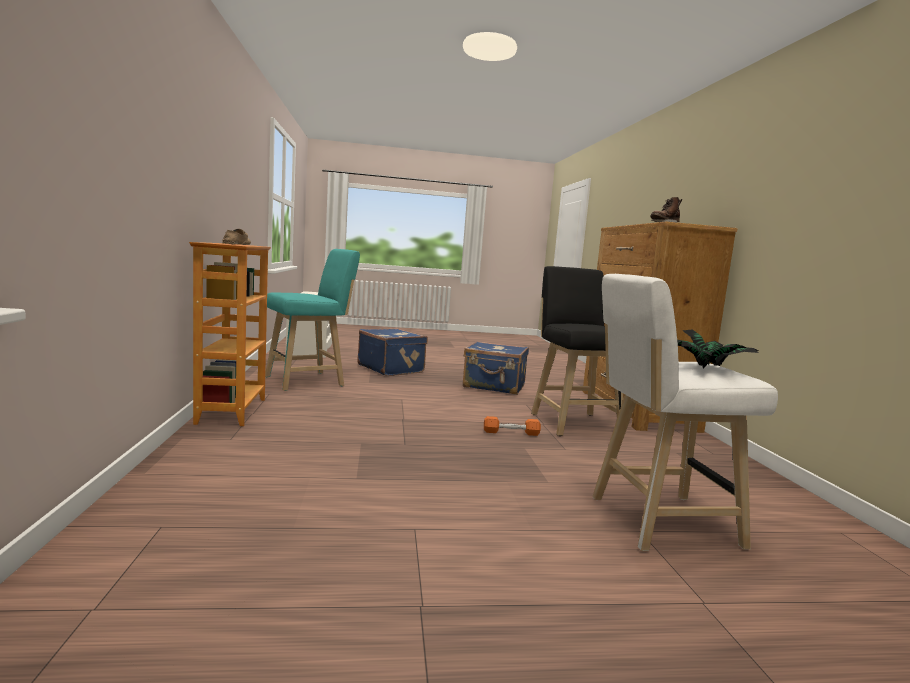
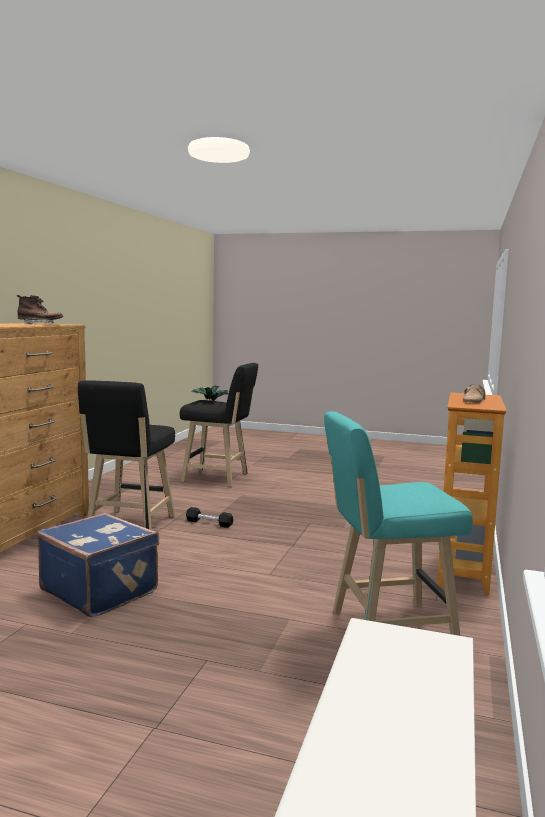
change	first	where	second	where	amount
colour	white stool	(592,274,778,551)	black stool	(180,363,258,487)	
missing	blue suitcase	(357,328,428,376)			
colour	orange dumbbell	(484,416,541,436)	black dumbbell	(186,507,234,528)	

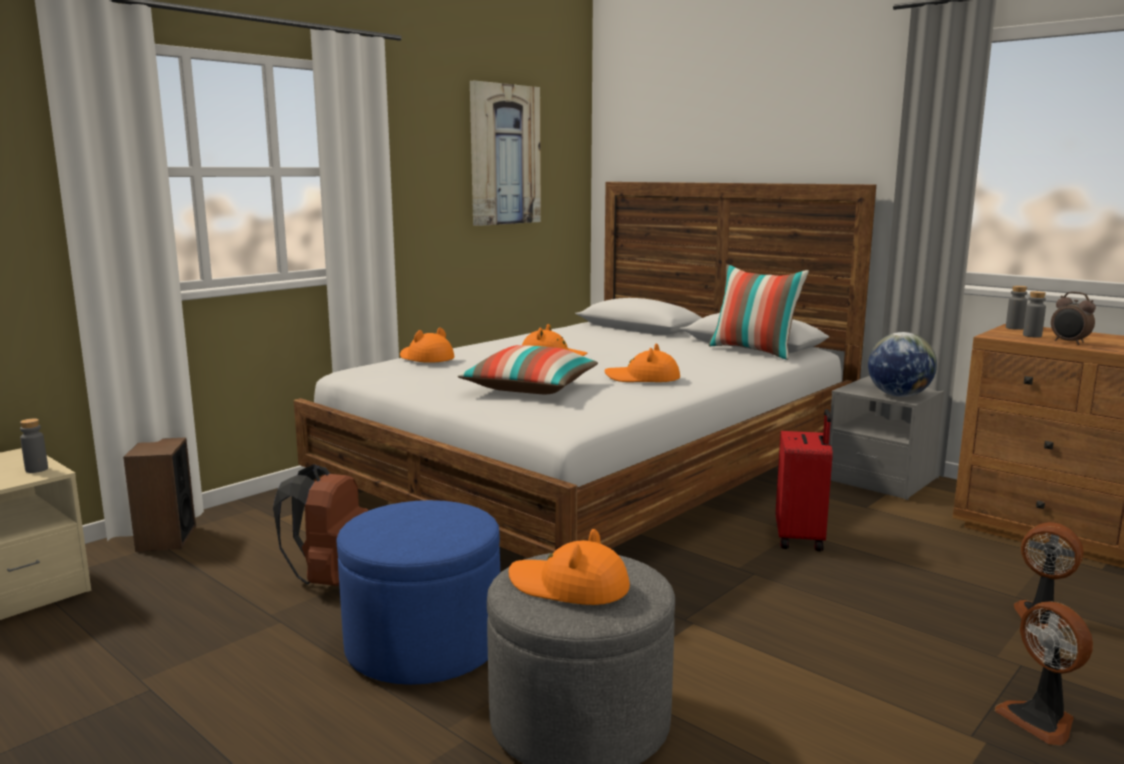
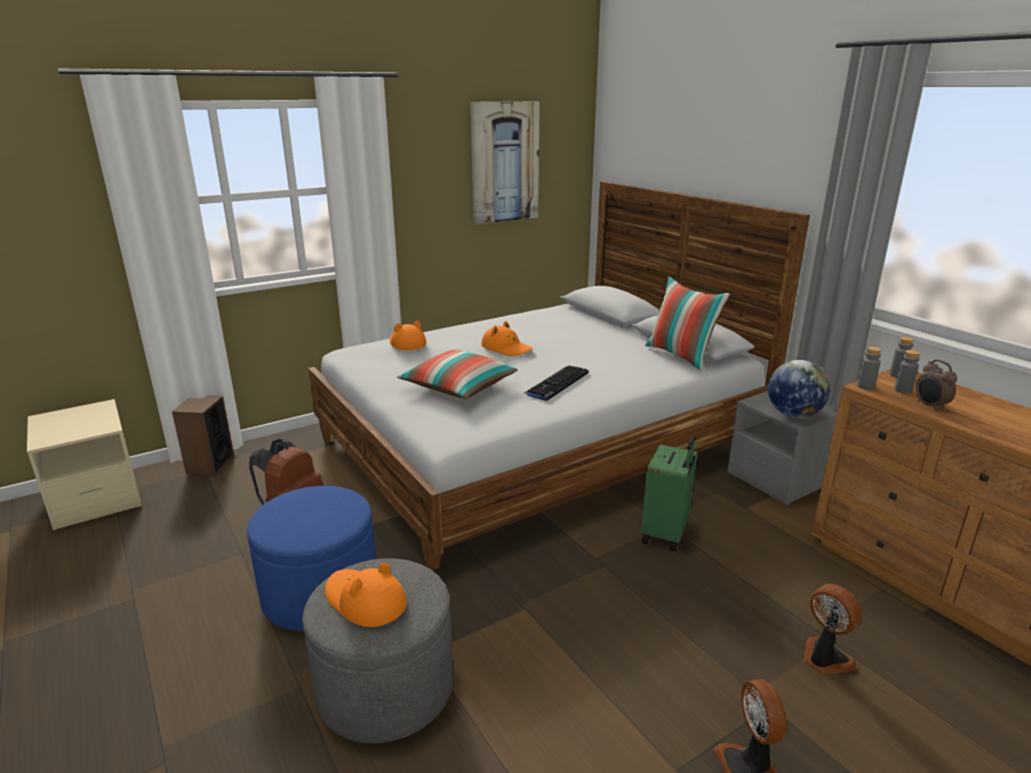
change	first	where	second	where	amount
exchanged	orange hat	(605,343,680,382)	keyboard	(524,365,589,401)	
colour	red suitcase	(776,409,833,551)	green suitcase	(641,435,697,551)	
relocated	grey bottle	(20,419,48,473)		(857,346,882,390)	

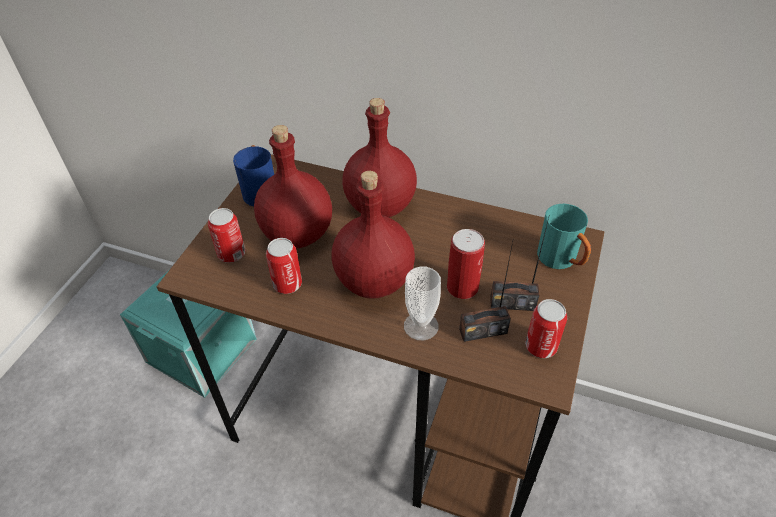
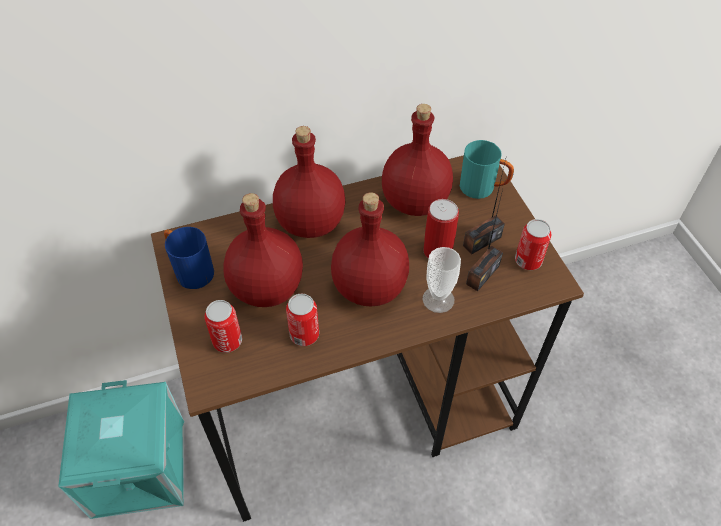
change	first	where	second	where	amount
appeared			red bottle	(382,104,453,216)	

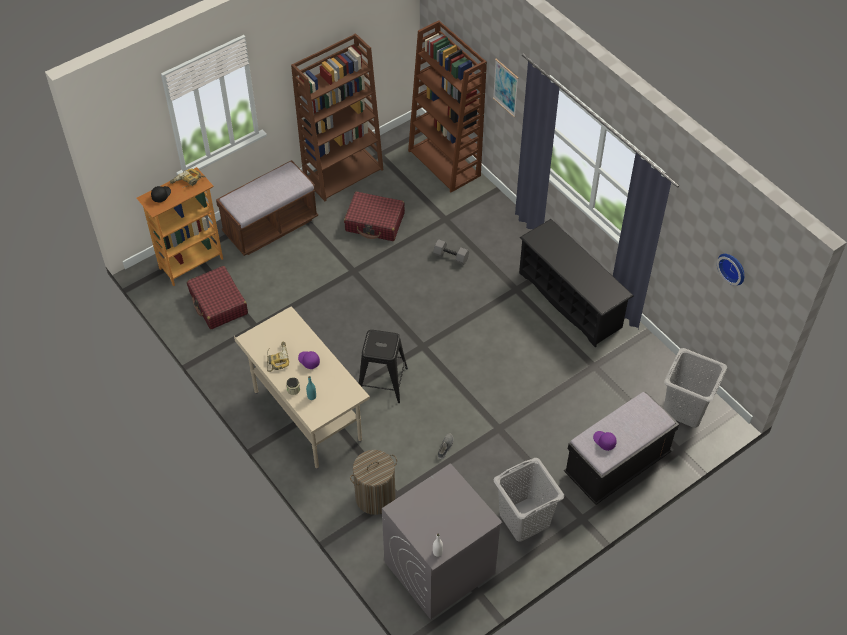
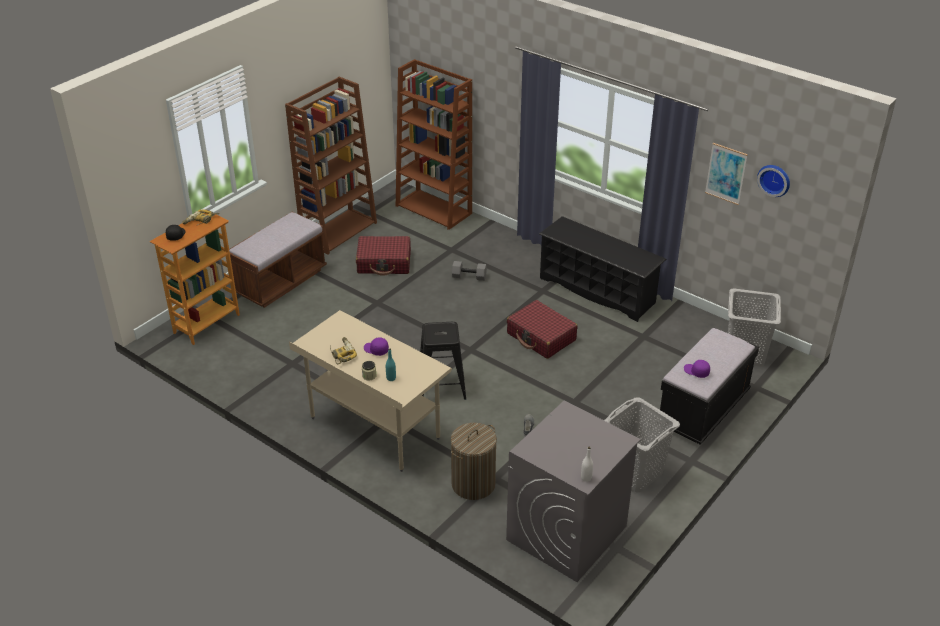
change	first	where	second	where	amount
relocated	picture	(493,59,518,118)		(705,143,748,205)	
relocated	red suitcase	(187,266,248,329)		(507,300,578,359)	

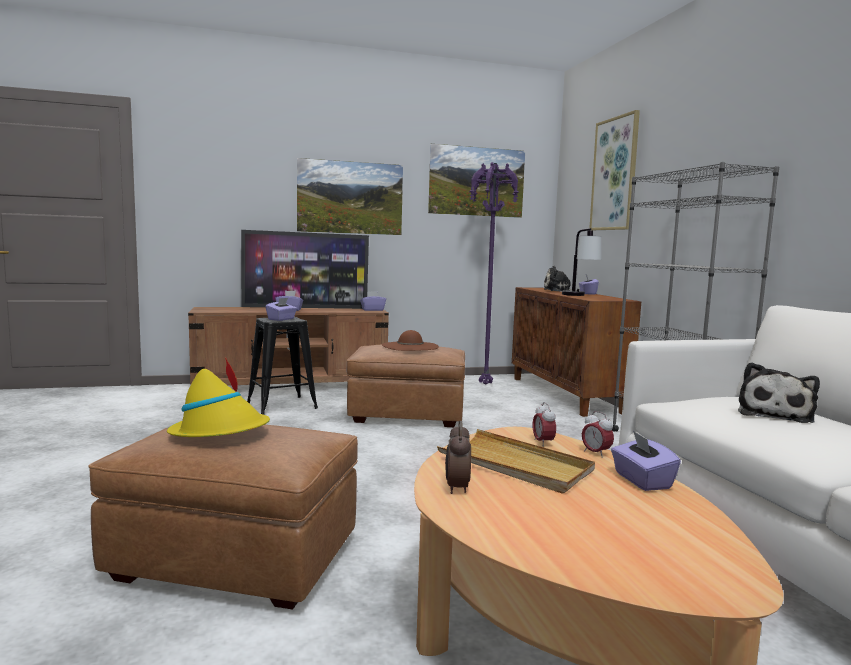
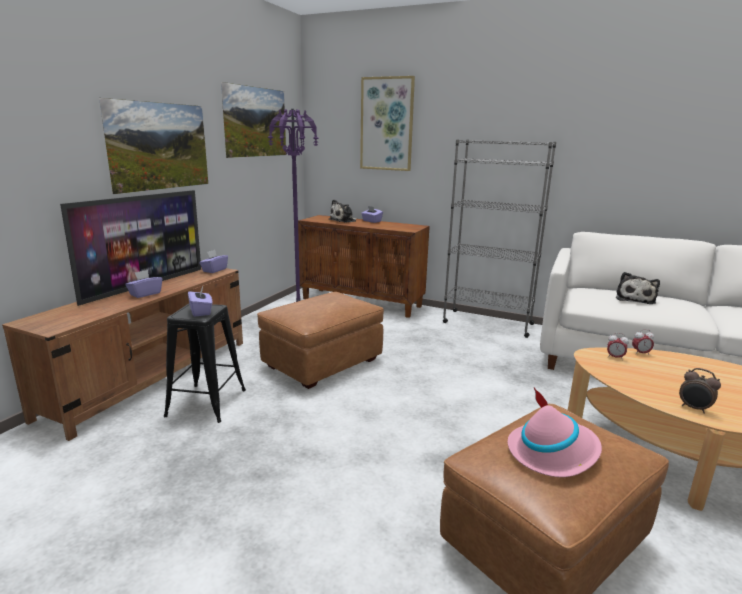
change	first	where	second	where	amount
missing	table lamp	(562,228,601,296)			
missing	brown hat	(382,330,439,351)			
colour	yellow hat	(167,357,270,437)	pink hat	(508,388,602,477)	
spun	plush toy	(738,362,820,423)		(616,272,660,304)	45 degrees clockwise
missing	beige tray	(437,429,595,493)			
missing	purple tissue box	(611,431,681,491)			

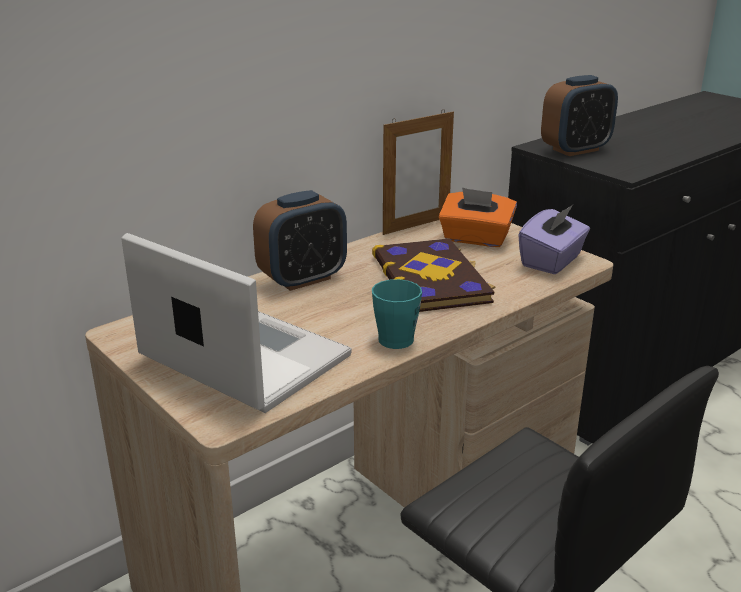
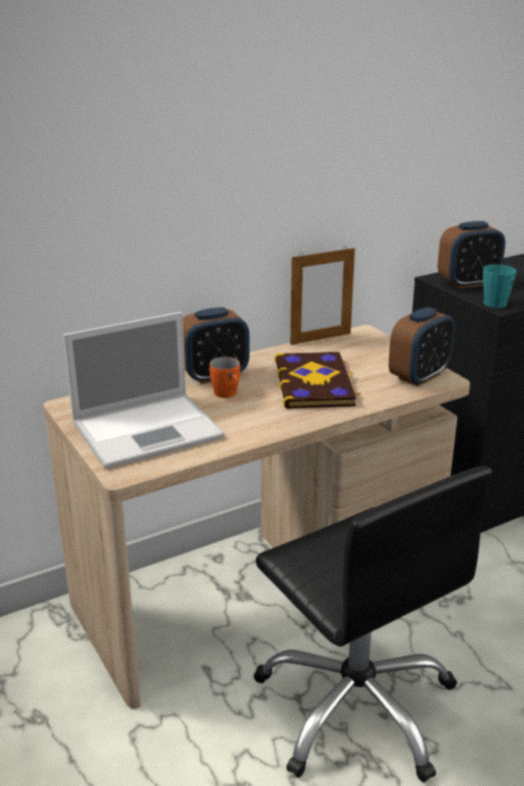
change	first	where	second	where	amount
missing	orange tissue box	(439,187,517,247)			
exchanged	purple tissue box	(518,205,590,274)	alarm clock	(389,307,455,386)	
spun	laptop	(121,233,352,413)		(63,312,224,469)	105 degrees clockwise
relocated	turquoise mug	(372,279,422,349)		(483,264,516,308)	
appeared			orange mug	(209,357,240,398)	

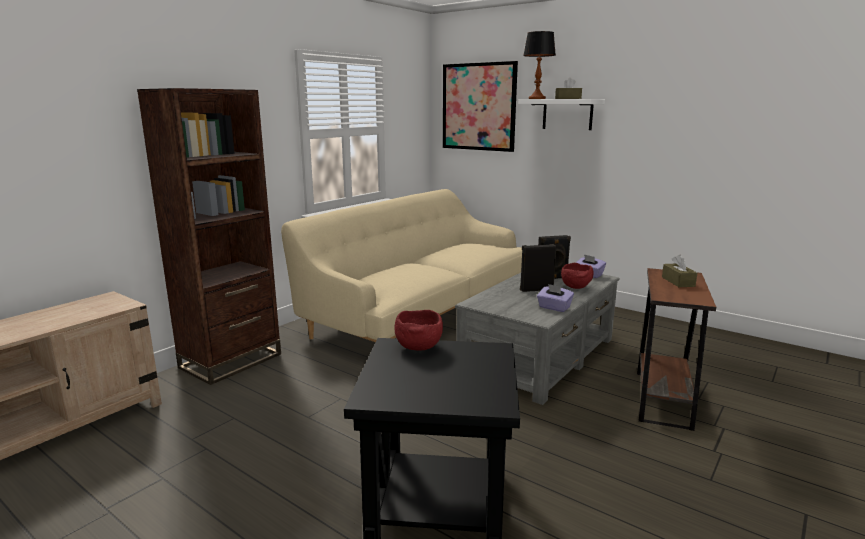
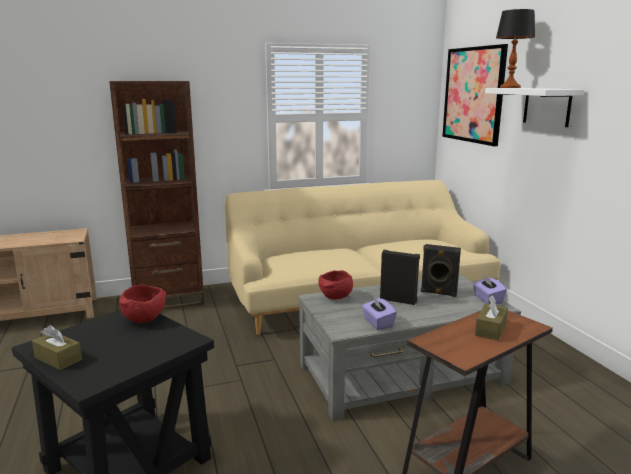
change	first	where	second	where	amount
relocated	brown tissue box	(555,78,582,99)		(32,325,82,370)	
relocated	red bowl	(561,263,594,289)		(318,270,353,300)	

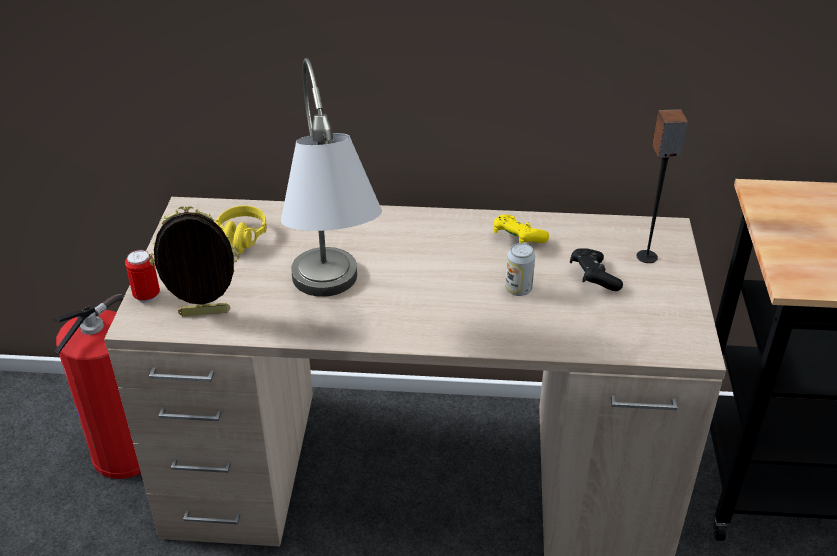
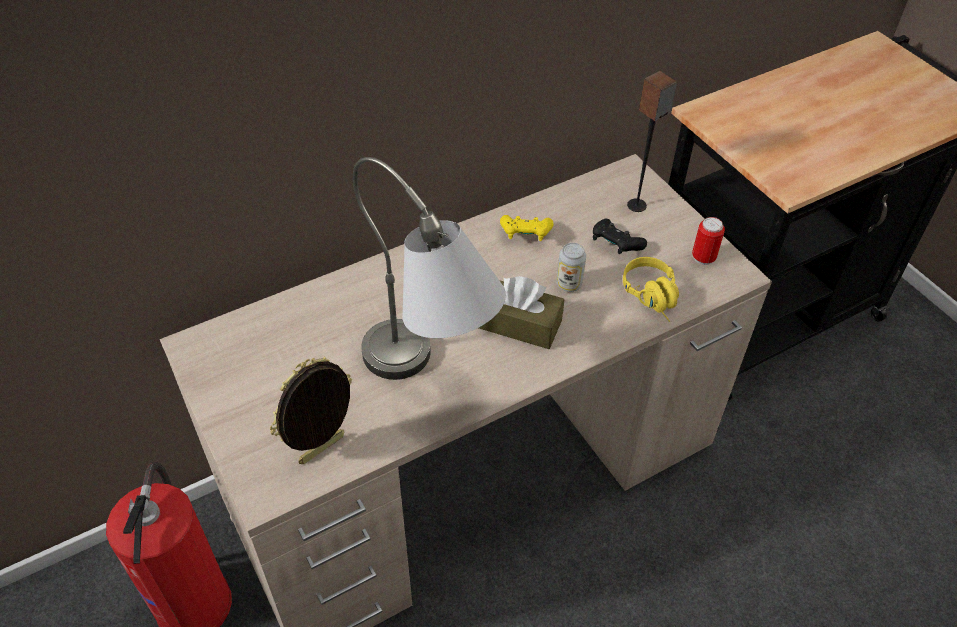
change	first	where	second	where	amount
relocated	yellow headphones	(215,206,267,254)		(623,257,679,322)	
relocated	can	(125,250,160,303)		(692,217,725,265)	
appeared			brown tissue box	(479,276,564,349)	

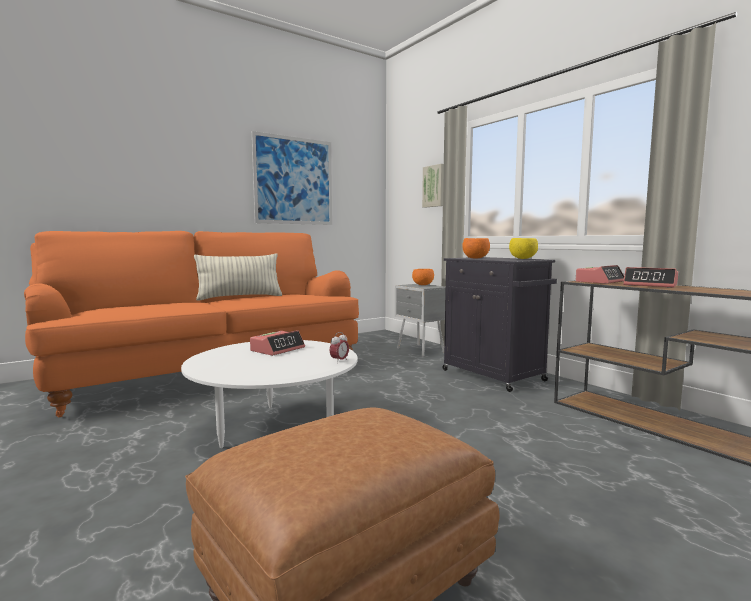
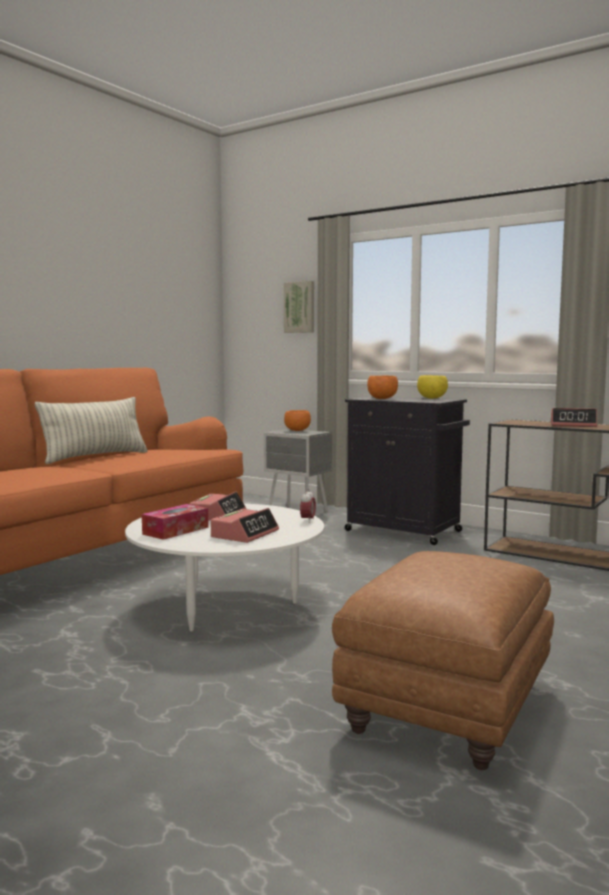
change	first	where	second	where	amount
missing	picture	(252,131,332,225)			
relocated	alarm clock	(576,265,624,284)		(211,508,279,543)	
appeared			tissue box	(142,504,209,540)	

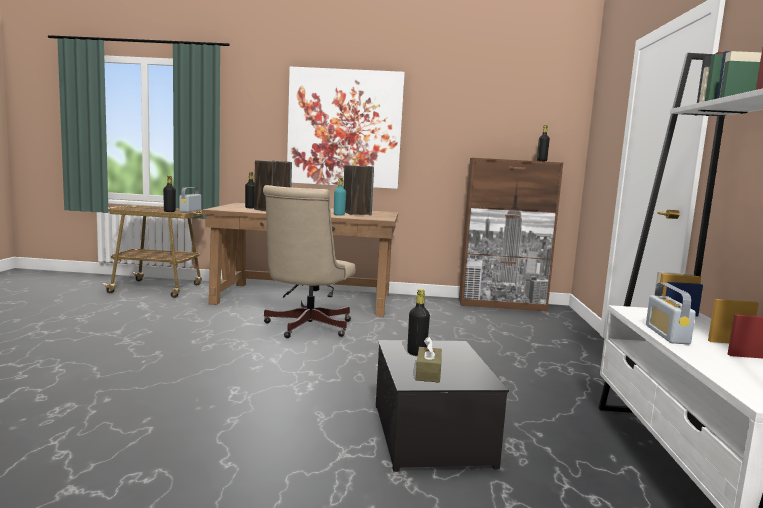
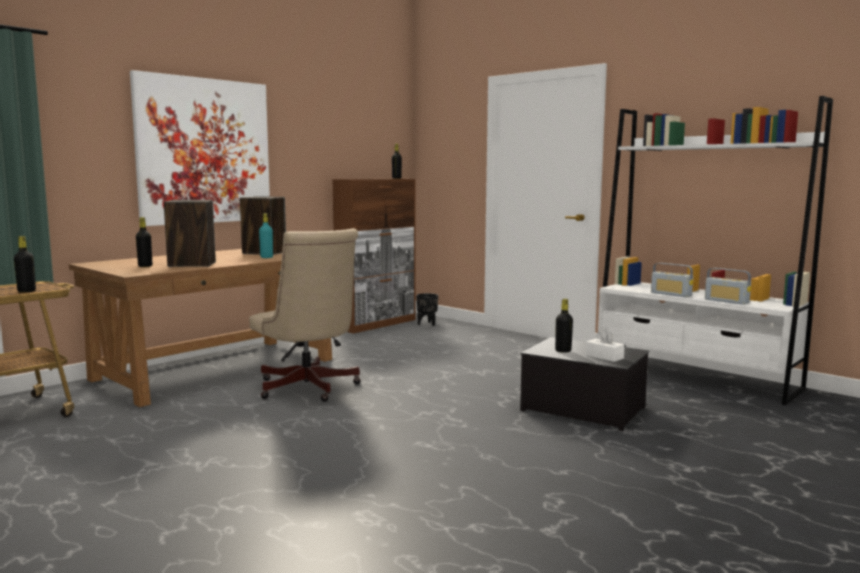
change	first	where	second	where	amount
relocated	radio	(179,187,201,212)		(705,268,751,305)	
colour	brown tissue box	(416,336,442,383)	white tissue box	(585,329,625,362)	
appeared			black planter	(416,293,438,326)	

